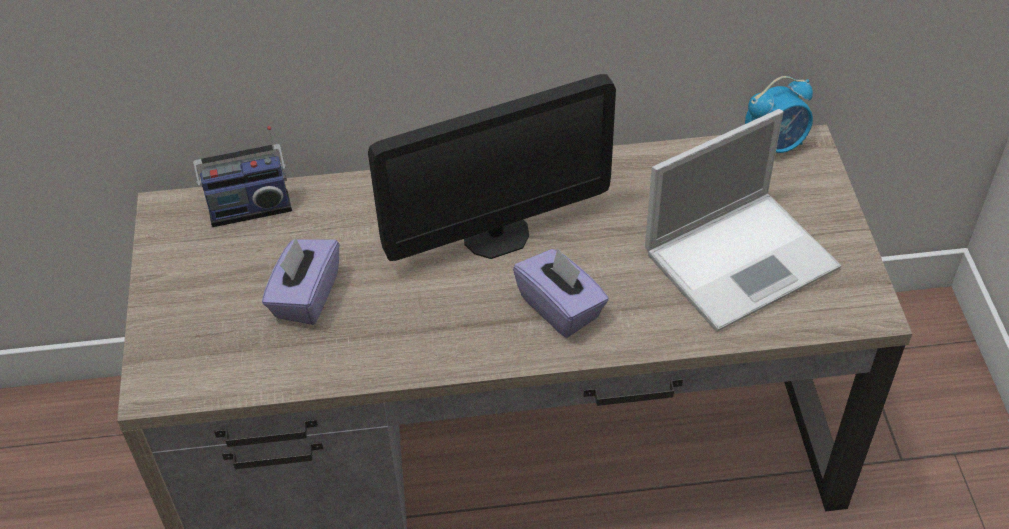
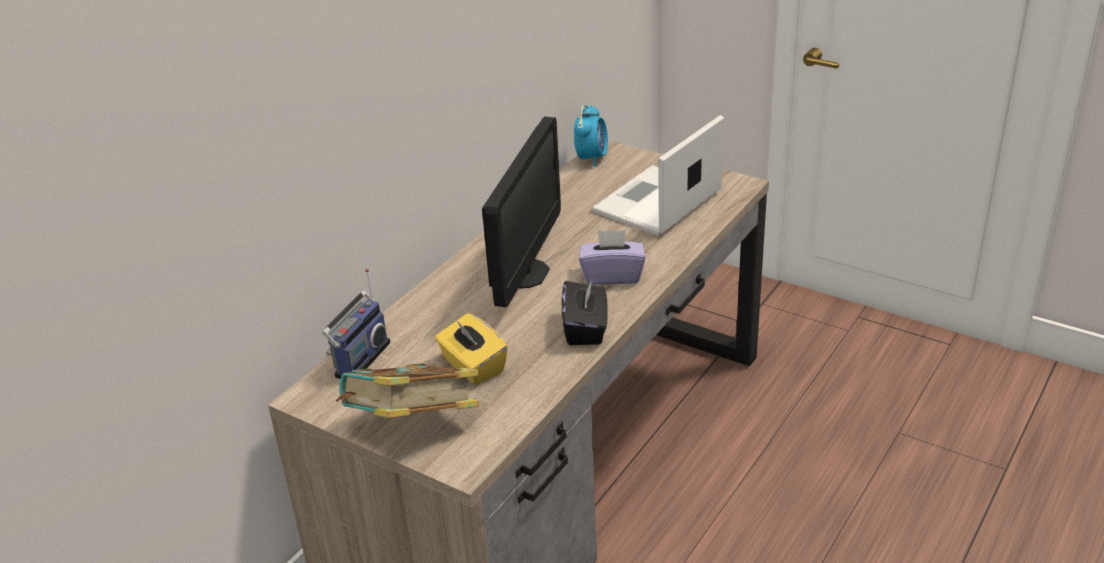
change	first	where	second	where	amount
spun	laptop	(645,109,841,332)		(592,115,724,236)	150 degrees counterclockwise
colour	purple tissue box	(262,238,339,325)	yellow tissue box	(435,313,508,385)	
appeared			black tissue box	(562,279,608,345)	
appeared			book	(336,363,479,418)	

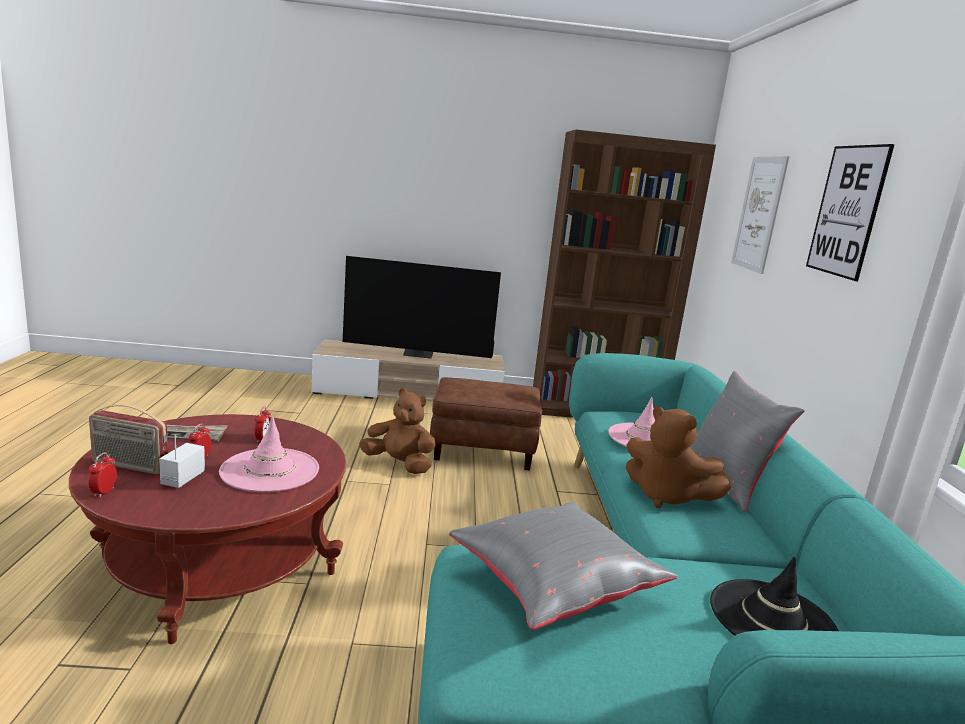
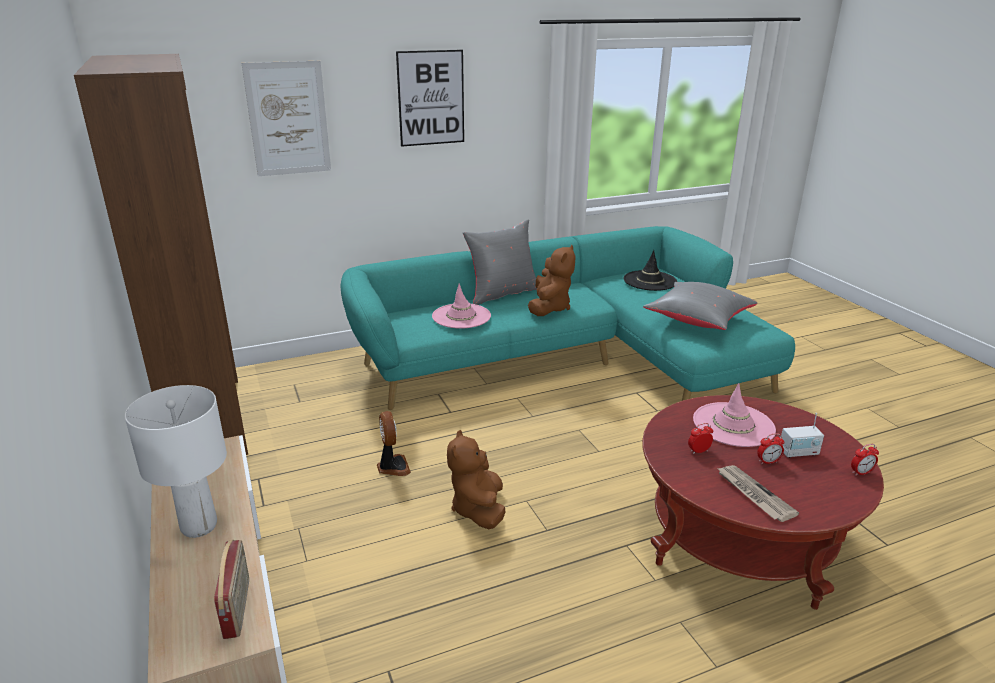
change	first	where	second	where	amount
exchanged	television	(343,256,501,359)	white table lamp	(125,385,227,538)	
exchanged	brown ottoman	(430,377,542,470)	fan	(377,411,411,476)	
relocated	radio	(89,404,168,475)		(214,540,249,639)	

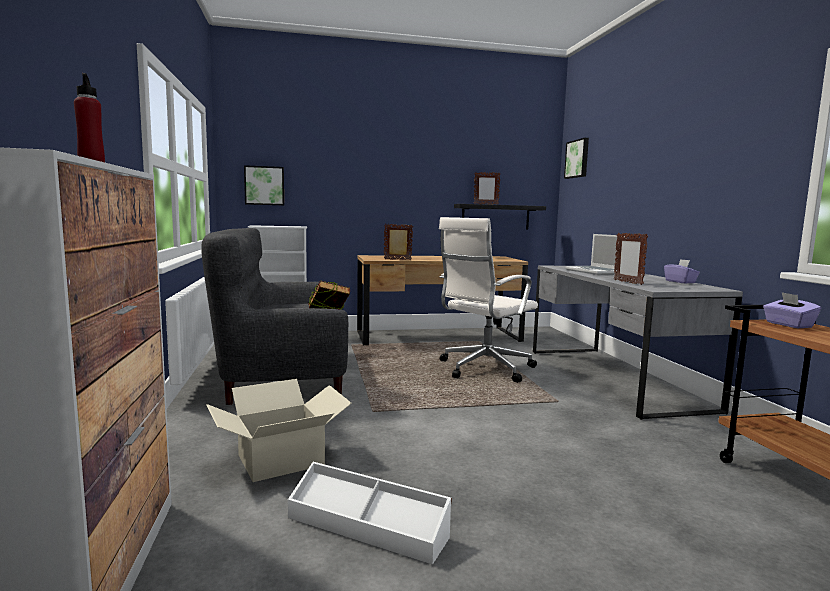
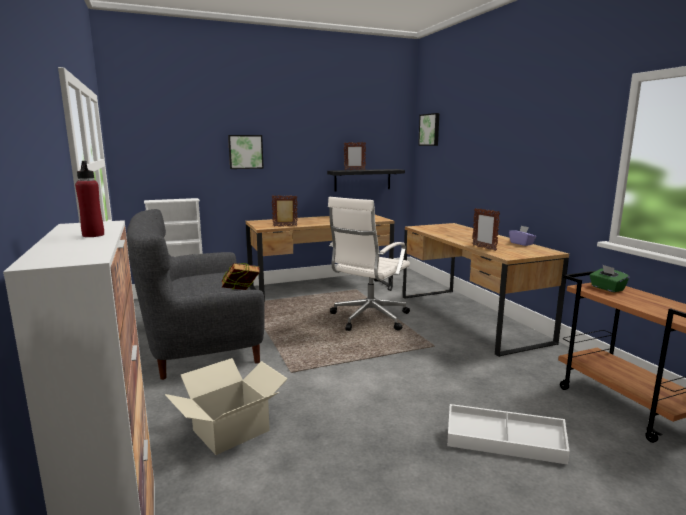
change	first	where	second	where	amount
relocated	picture	(244,165,284,205)		(228,135,264,169)	
missing	laptop	(566,234,626,275)			
colour	grey desk	(533,266,743,420)	brown desk	(403,223,569,357)	
colour	purple tissue box	(763,292,821,328)	green tissue box	(590,265,629,292)	
relocated	white storage box	(288,462,451,565)		(447,404,570,465)	

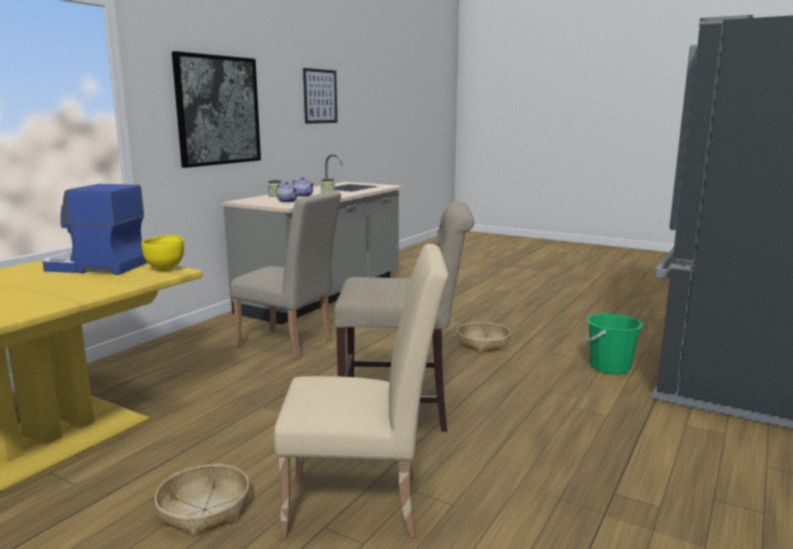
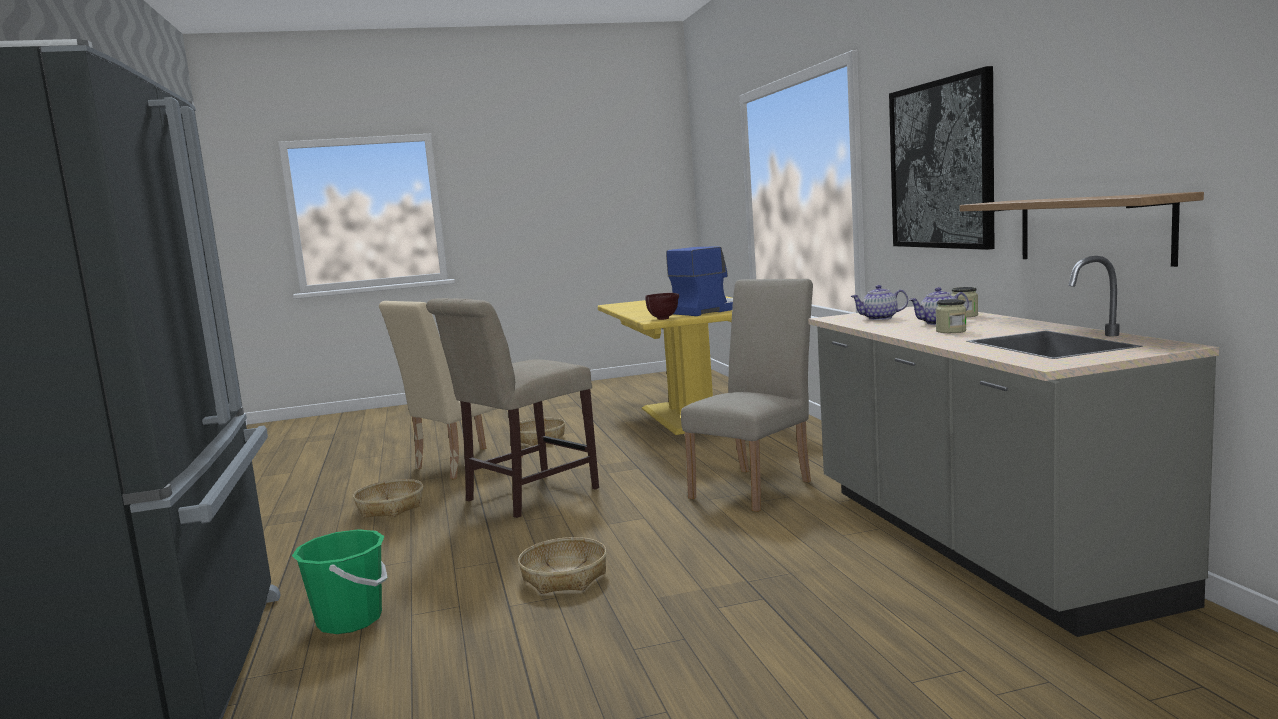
change	first	where	second	where	amount
missing	picture	(303,68,337,124)			
spun	beige chair	(230,191,341,360)		(681,279,813,512)	150 degrees clockwise
colour	yellow bowl	(141,235,185,271)	brown bowl	(645,293,679,320)	
appeared			shelf	(960,192,1204,267)	
appeared			basket	(353,479,423,518)	

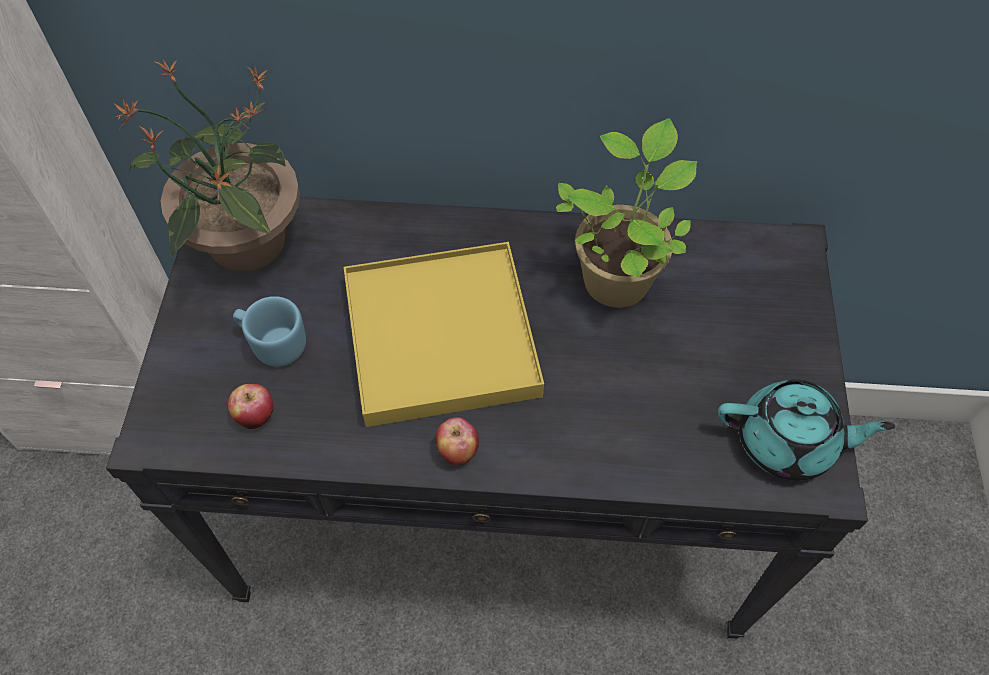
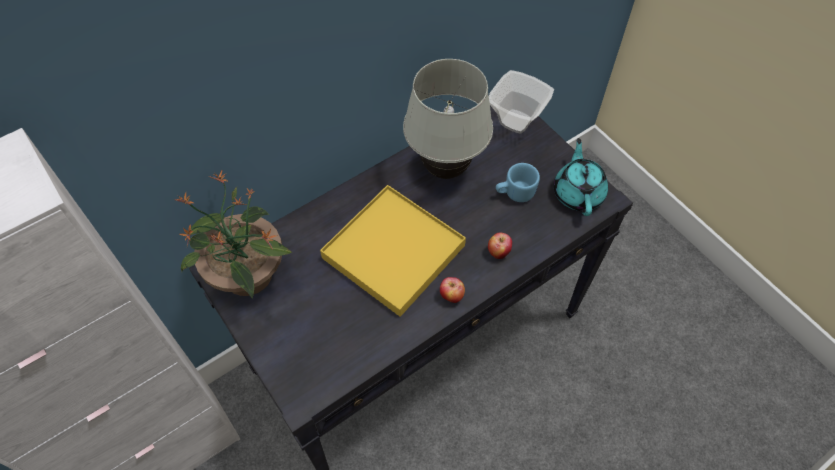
change	first	where	second	where	amount
exchanged	potted plant	(556,118,697,308)	white table lamp	(403,59,493,179)	
relocated	blue mug	(233,296,306,367)		(496,163,540,202)	
spun	turquoise teapot	(718,379,895,480)		(554,138,608,216)	60 degrees counterclockwise
relocated	apple	(228,384,274,429)		(488,233,512,259)	
appeared			bowl	(489,70,554,134)	

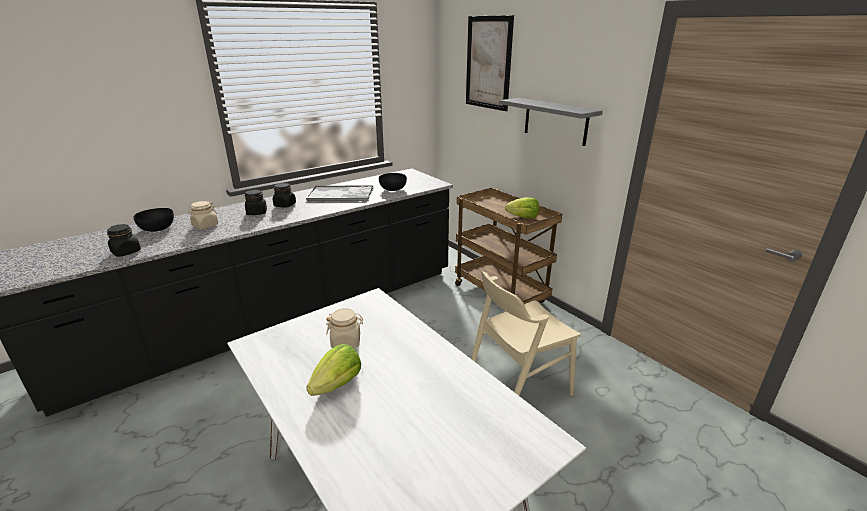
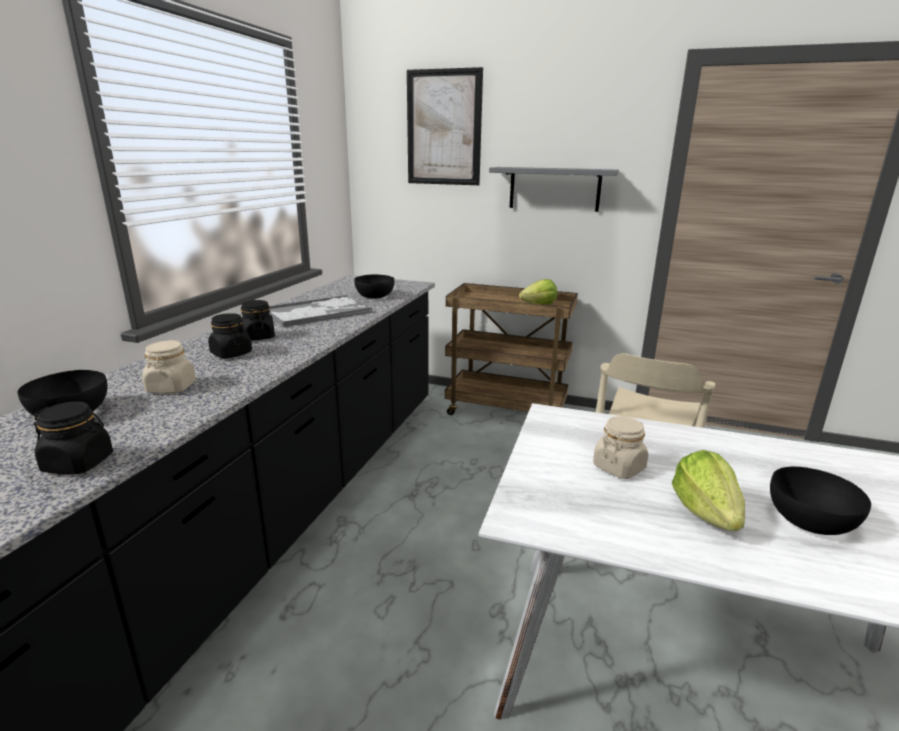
change	first	where	second	where	amount
appeared			black bowl	(770,466,871,535)	

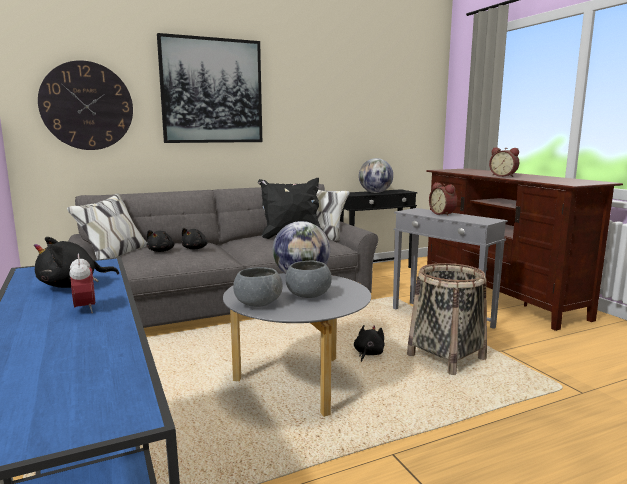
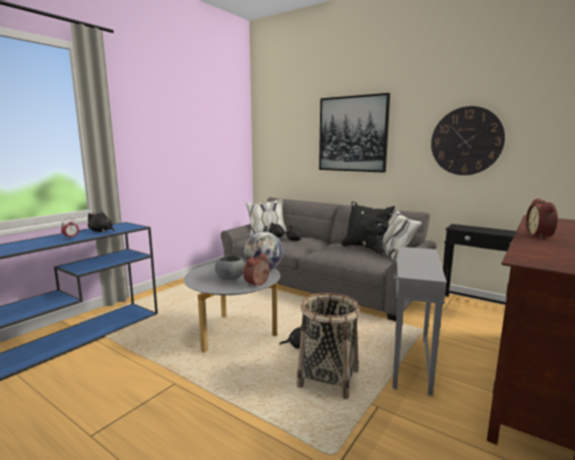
change	first	where	second	where	amount
relocated	wall clock	(38,60,133,150)		(431,106,505,175)	
missing	globe	(359,158,393,193)			
relocated	alarm clock	(429,182,457,216)		(243,253,270,286)	
missing	grey bowl	(233,267,283,307)			

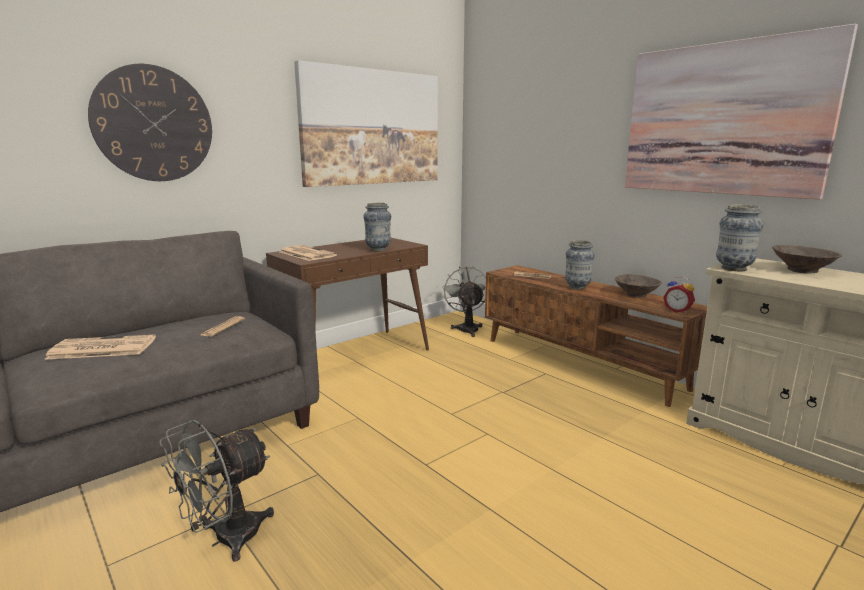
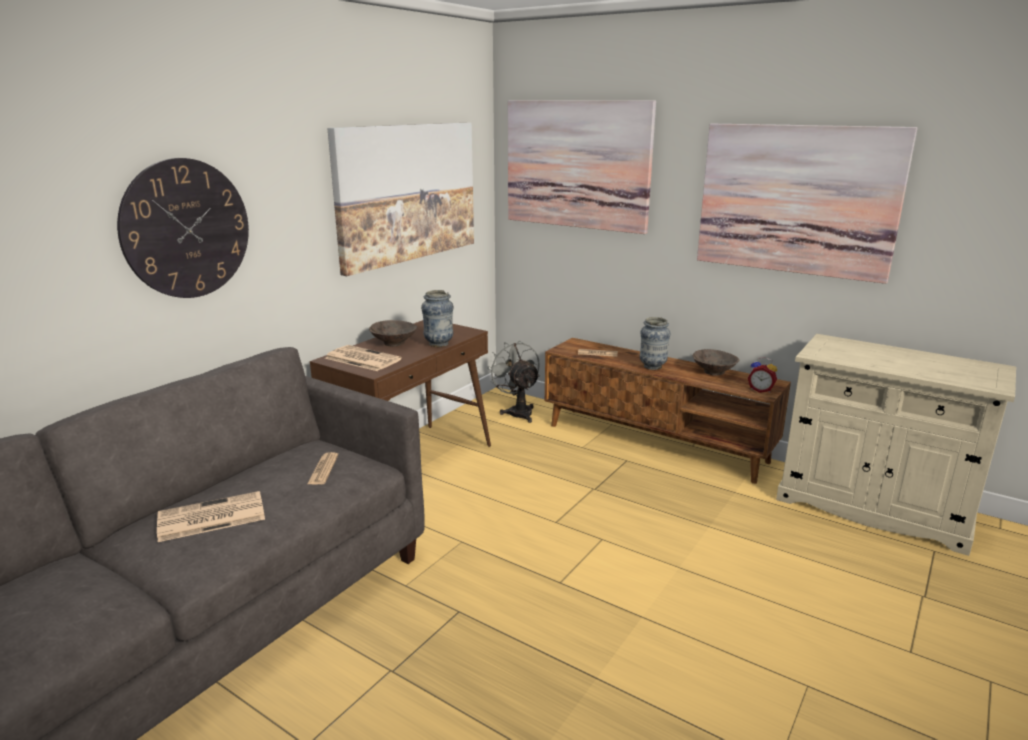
change	first	where	second	where	amount
missing	vase	(716,205,764,272)			
relocated	brown bowl	(772,245,842,274)		(369,320,418,347)	
missing	grey fan	(160,420,274,562)			
appeared			picture	(508,100,656,234)	

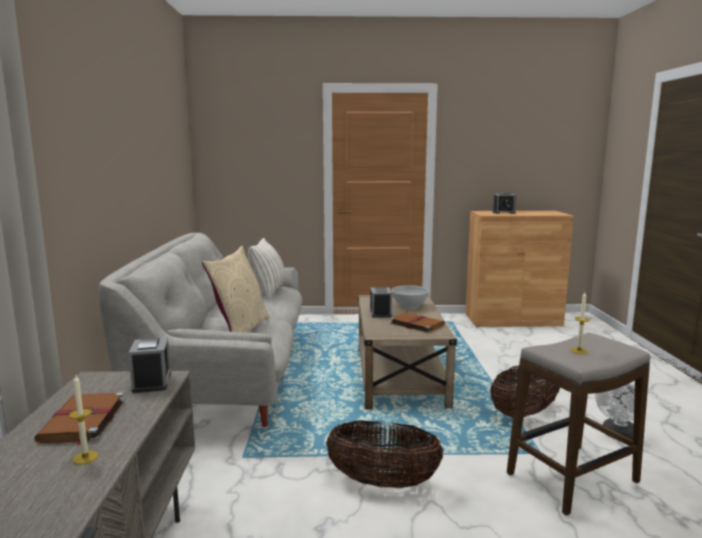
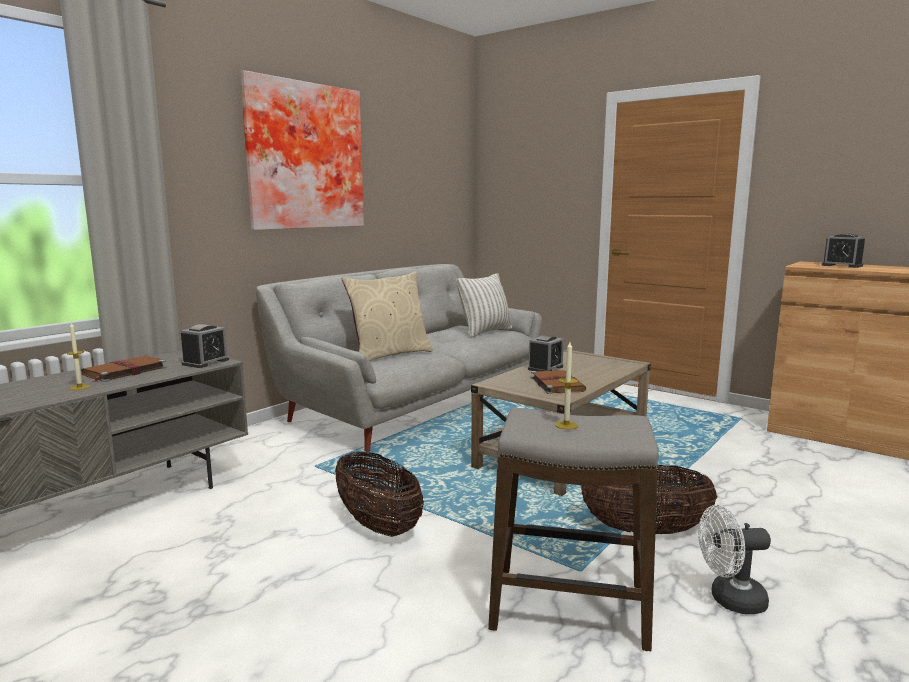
change	first	where	second	where	amount
missing	white bowl	(391,285,429,309)			
appeared			picture	(240,70,364,230)	

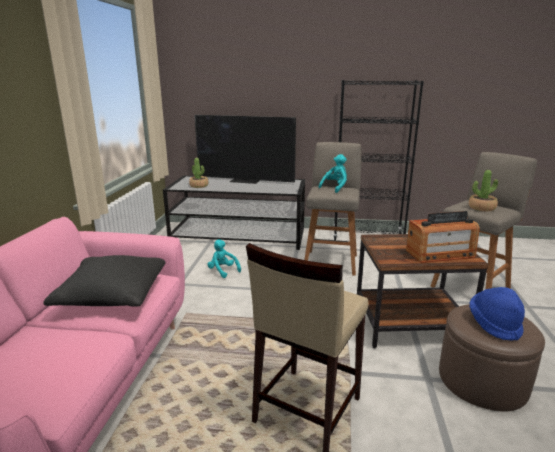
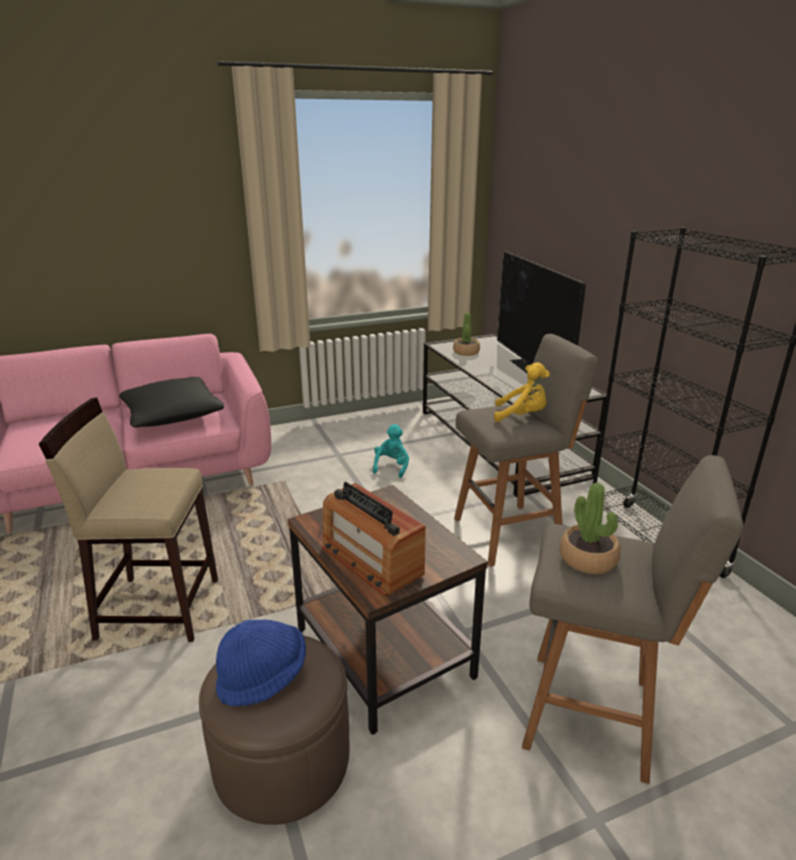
change	first	where	second	where	amount
colour	turquoise plush toy	(319,154,347,193)	yellow plush toy	(494,363,550,422)	

